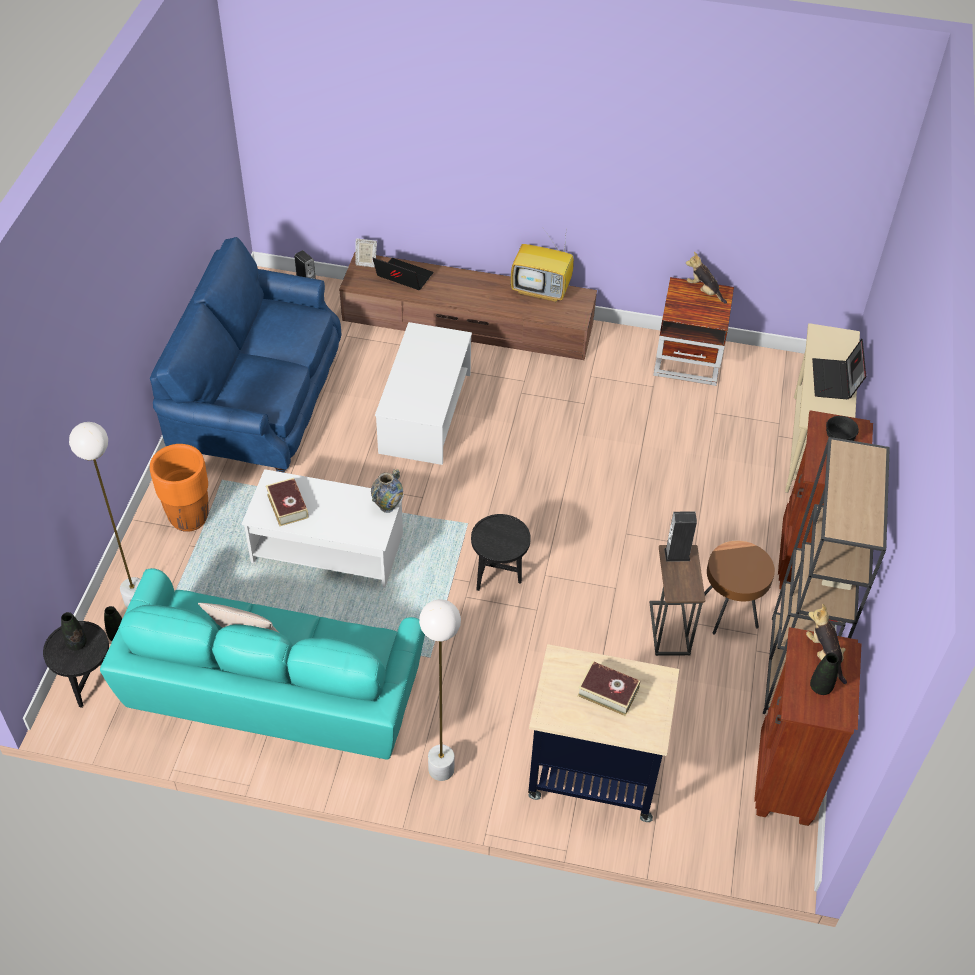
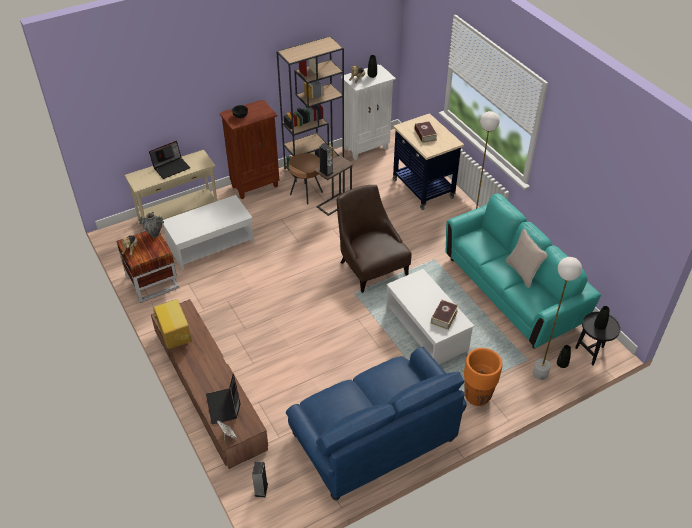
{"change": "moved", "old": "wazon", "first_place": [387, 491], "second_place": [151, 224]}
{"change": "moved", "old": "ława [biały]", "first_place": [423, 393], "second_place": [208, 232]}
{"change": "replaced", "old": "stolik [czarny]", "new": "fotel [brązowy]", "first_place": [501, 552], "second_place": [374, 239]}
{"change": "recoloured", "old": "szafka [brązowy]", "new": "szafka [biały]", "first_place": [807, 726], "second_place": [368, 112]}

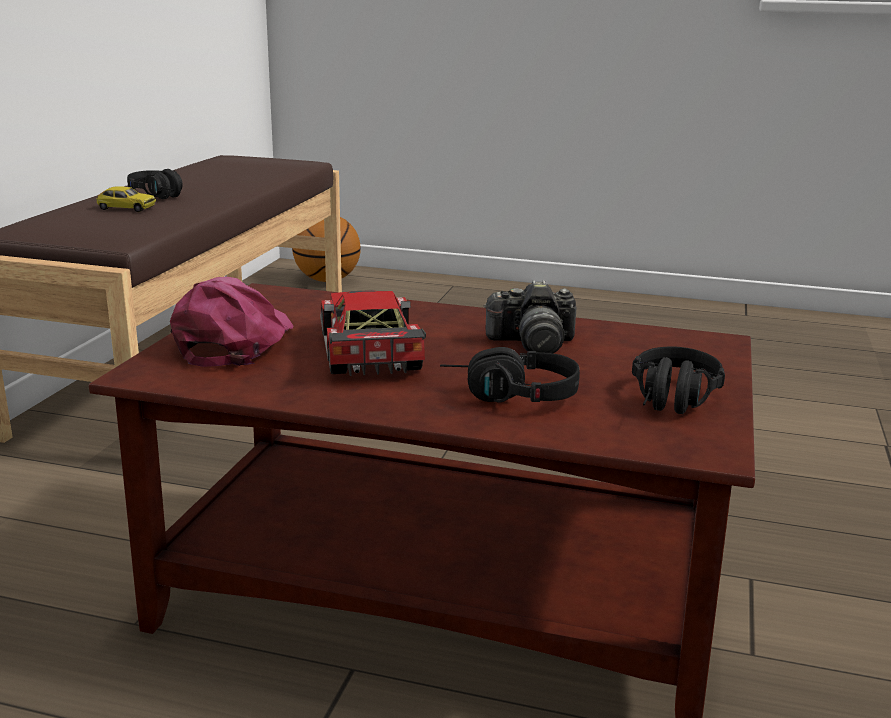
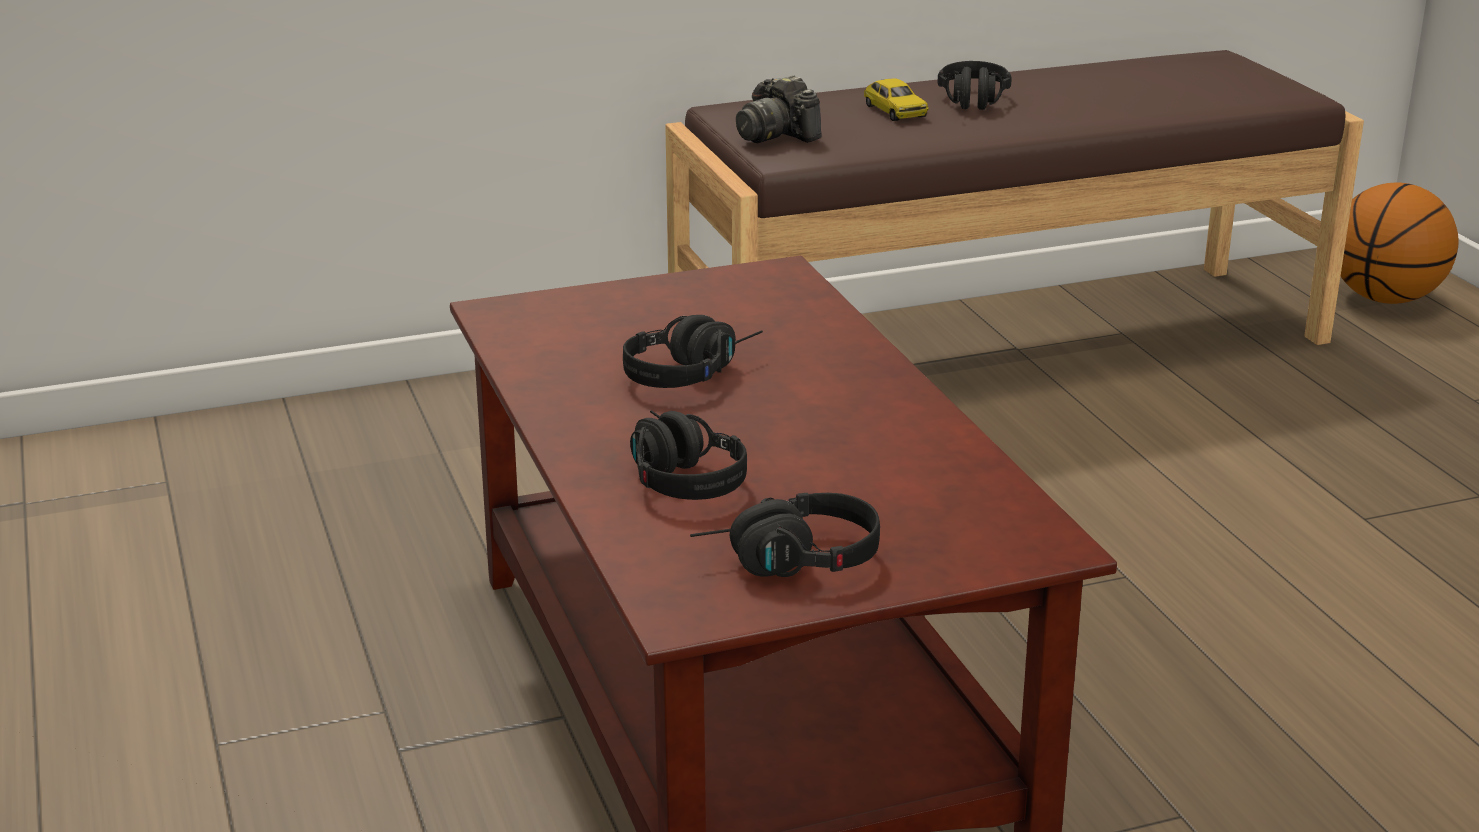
{"change": "replaced", "old": "samochodzik", "new": "słuchawki [czarny]", "first_place": [373, 333], "second_place": [693, 351]}
{"change": "moved", "old": "aparat fotograficzny", "first_place": [529, 317], "second_place": [779, 109]}
{"change": "removed", "old": "czapka z daszkiem [różowy]", "first_place": [232, 322]}

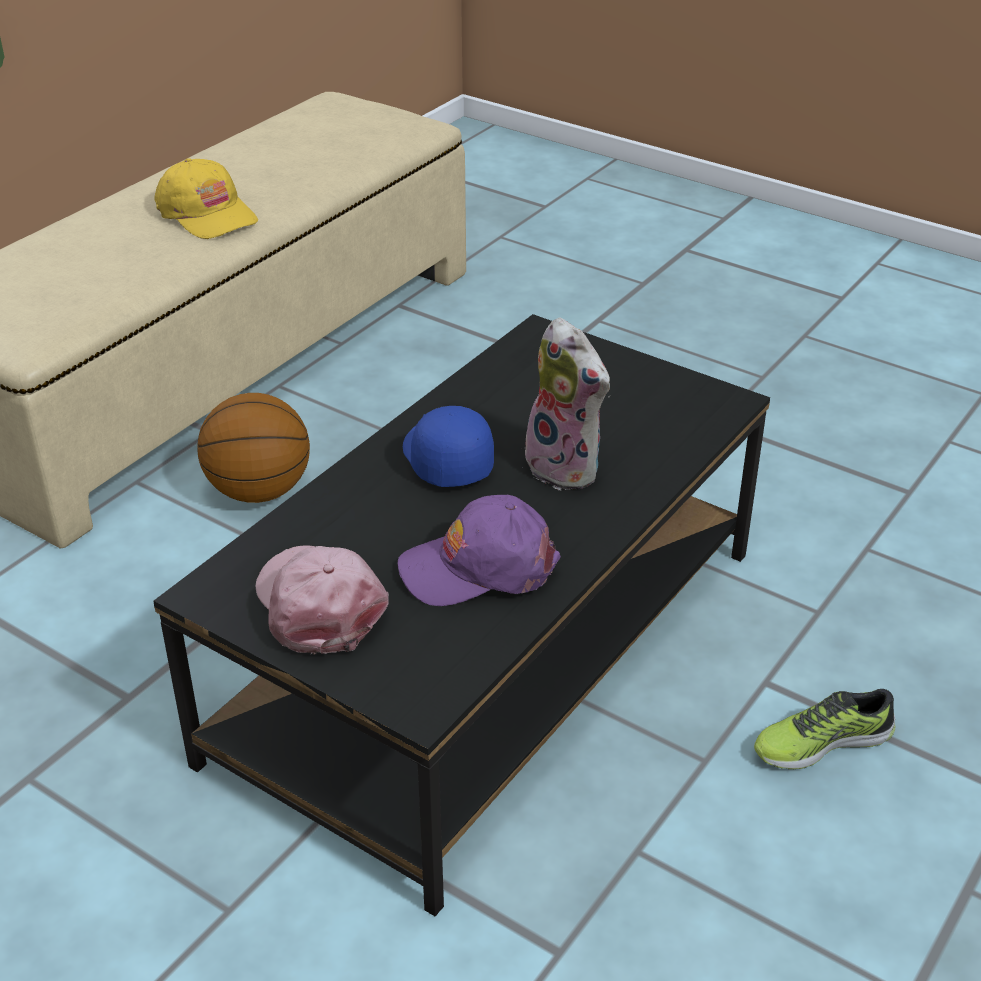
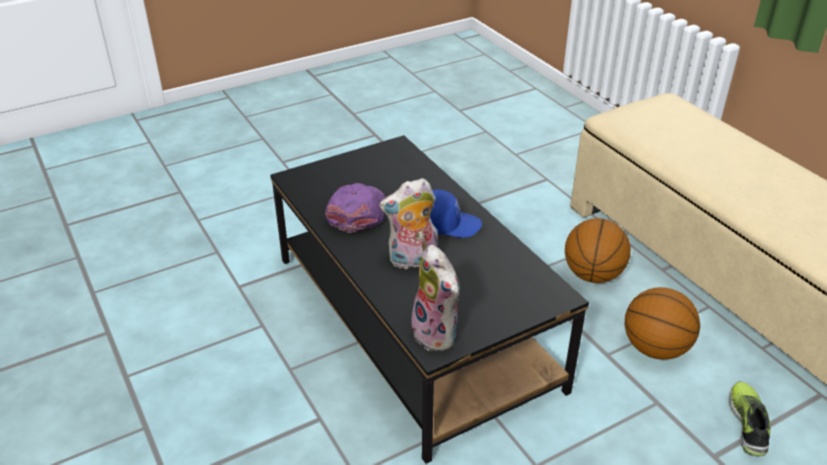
{"change": "added", "new": "pluszak", "second_place": [435, 298]}
{"change": "added", "new": "piłka do koszykówki", "second_place": [662, 323]}
{"change": "moved", "old": "but", "first_place": [824, 729], "second_place": [749, 419]}
{"change": "removed", "old": "czapka z daszkiem [żółty]", "first_place": [206, 198]}
{"change": "removed", "old": "czapka z daszkiem [różowy]", "first_place": [322, 599]}

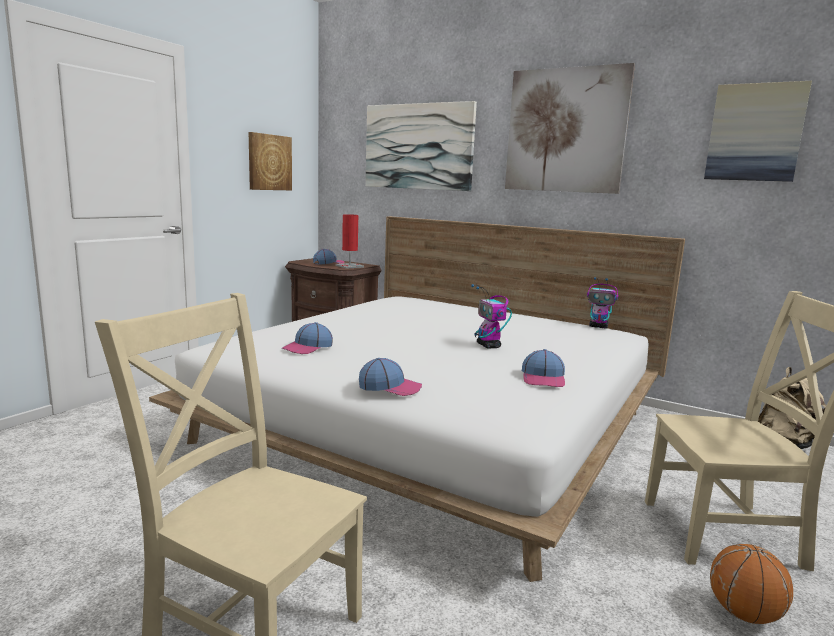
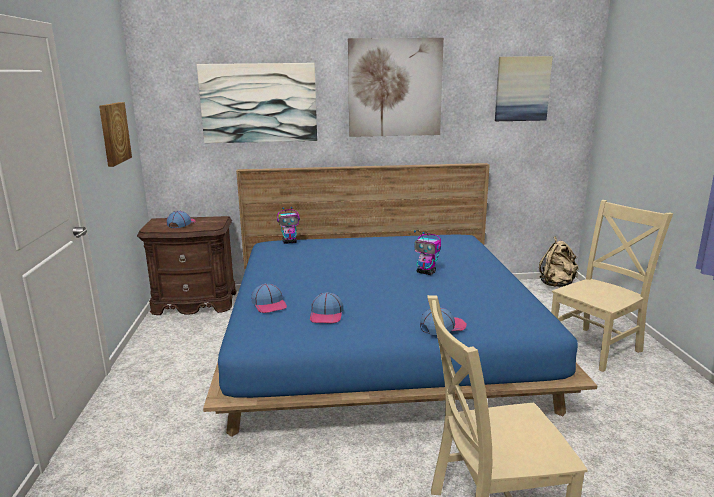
{"change": "recoloured", "old": "łóżko [biały]", "new": "łóżko [niebieski]", "first_place": [417, 399], "second_place": [400, 300]}
{"change": "moved", "old": "czapka z daszkiem", "first_place": [543, 368], "second_place": [269, 298]}
{"change": "moved", "old": "robot zabawkowy", "first_place": [602, 303], "second_place": [288, 225]}
{"change": "removed", "old": "lampa stołowa [czerwony]", "first_place": [350, 241]}
{"change": "removed", "old": "piłka do koszykówki", "first_place": [751, 584]}

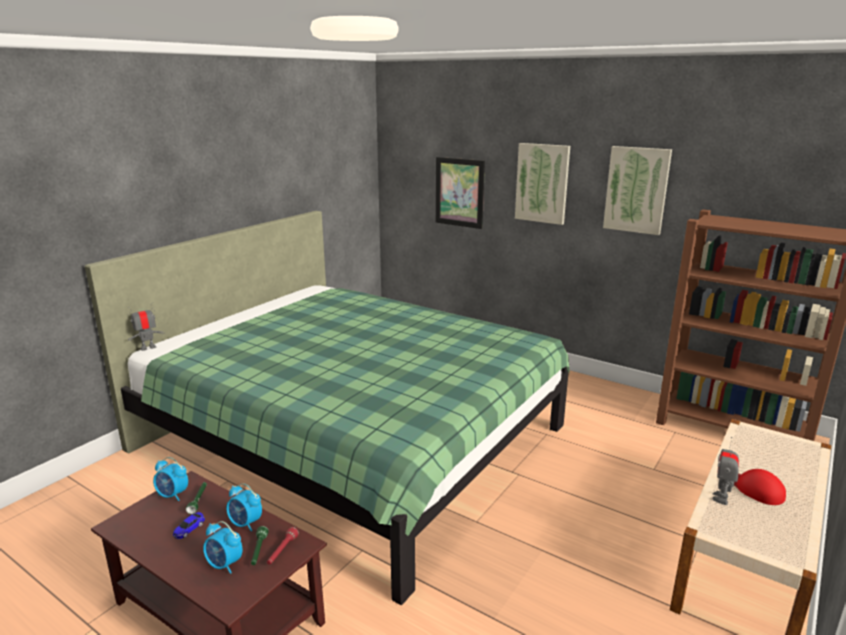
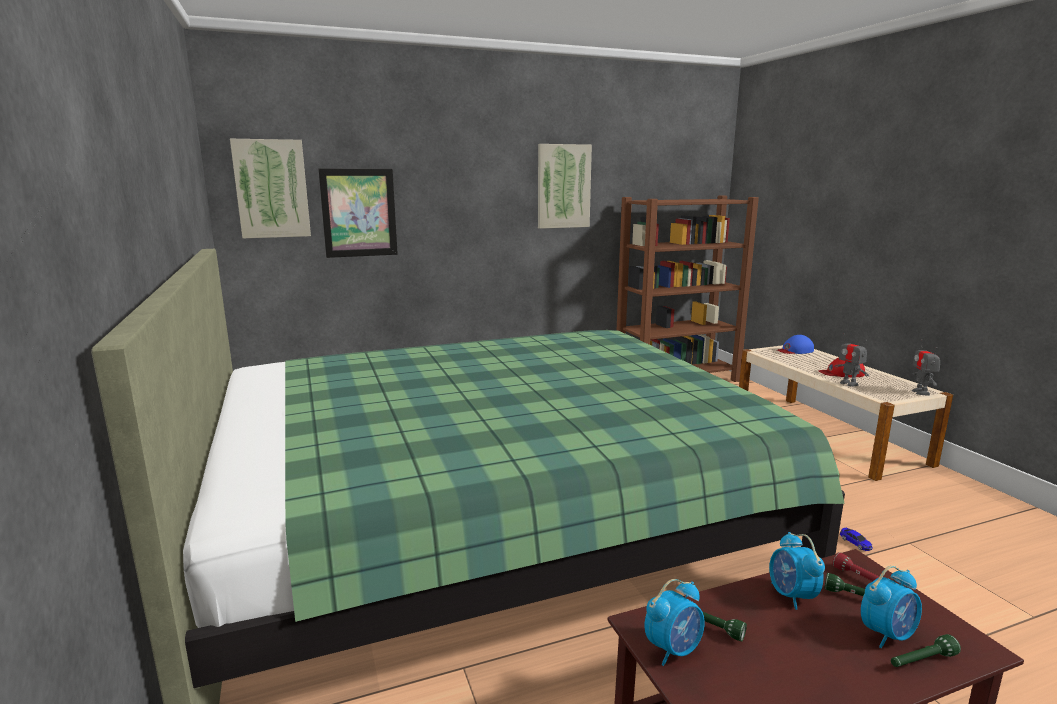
{"change": "moved", "old": "obraz", "first_place": [542, 184], "second_place": [270, 189]}
{"change": "turned", "old": "budzik", "first_place": [244, 507], "second_place": [797, 571], "degrees": 105}
{"change": "added", "new": "czapka z daszkiem [niebieski]", "second_place": [795, 344]}
{"change": "moved", "old": "samochodzik", "first_place": [189, 525], "second_place": [856, 539]}
{"change": "added", "new": "latarka [zielony]", "second_place": [926, 650]}
{"change": "moved", "old": "robot zabawkowy", "first_place": [146, 326], "second_place": [926, 367]}

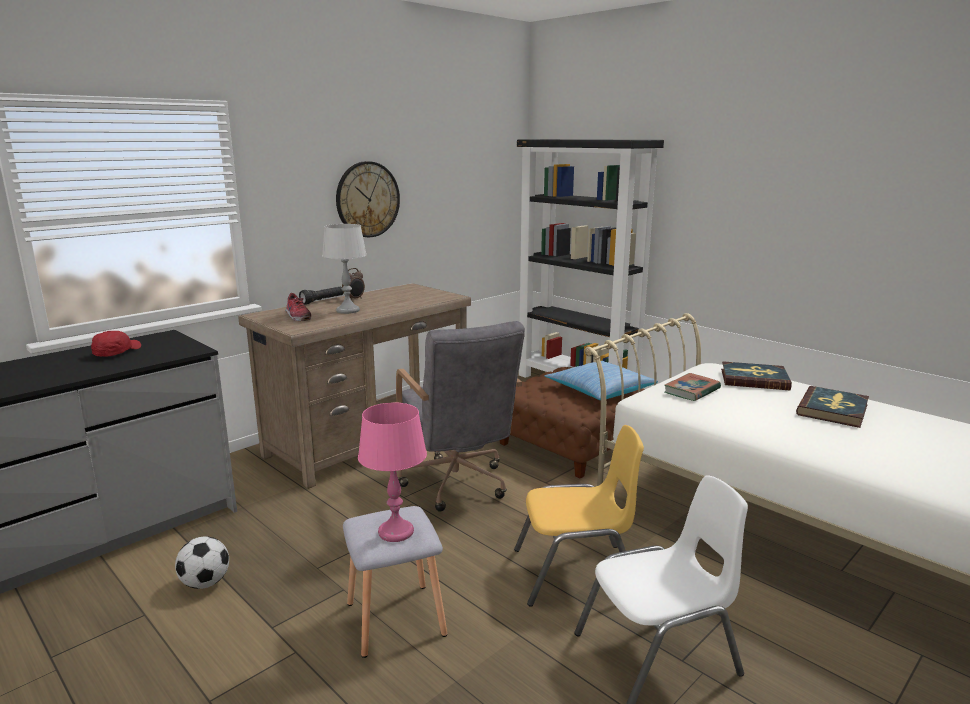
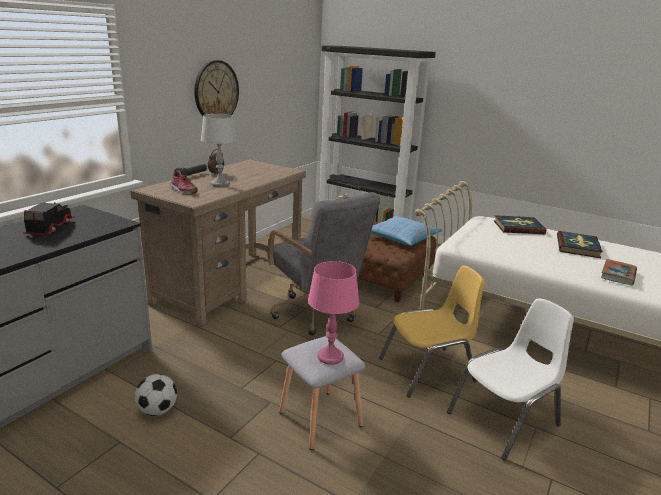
{"change": "replaced", "old": "czapka z daszkiem [czerwony]", "new": "ciężarówka zabawkowa", "first_place": [116, 343], "second_place": [49, 218]}
{"change": "moved", "old": "książka", "first_place": [692, 387], "second_place": [619, 272]}

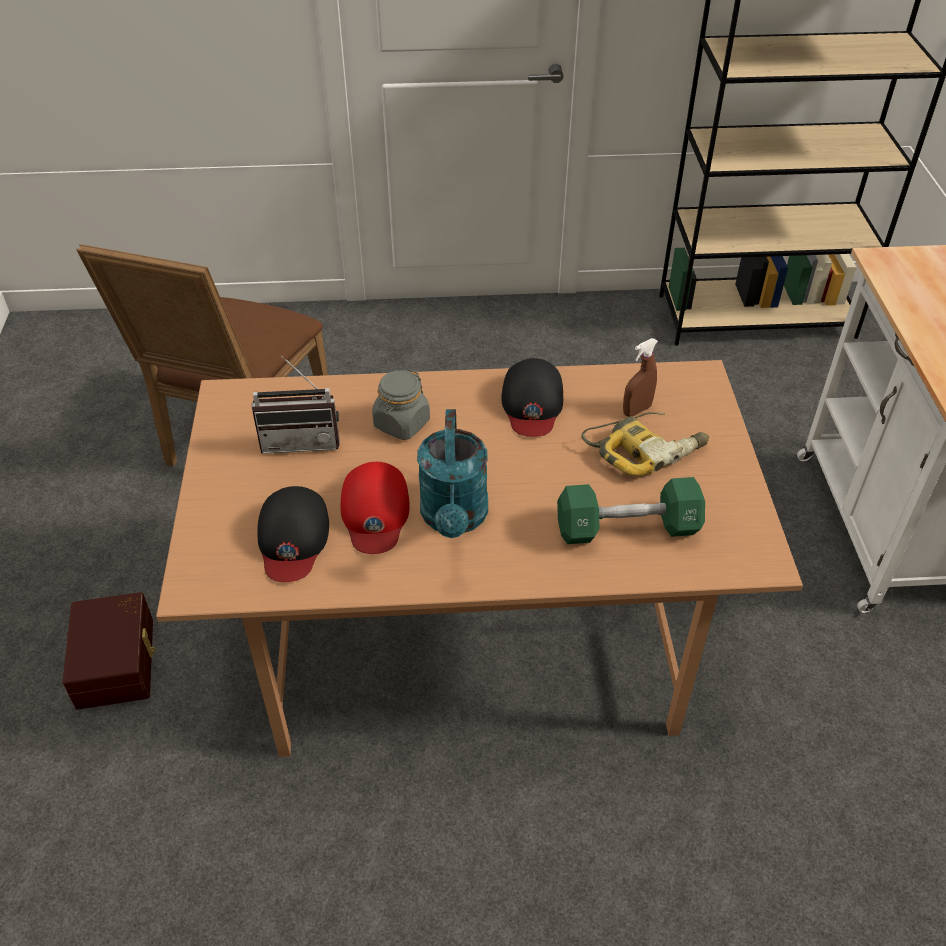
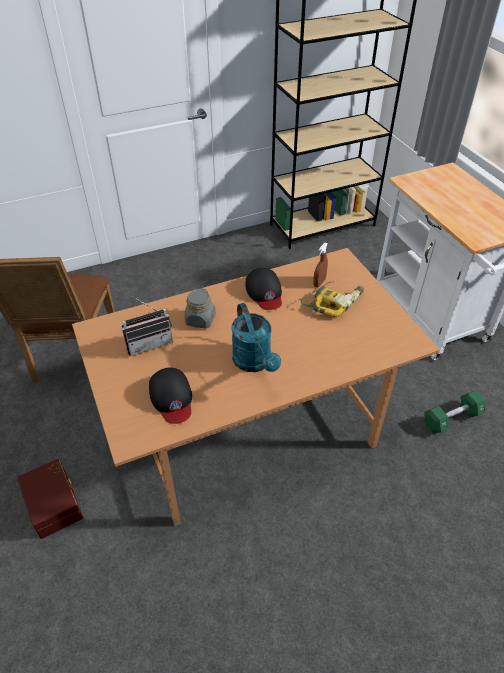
{"change": "moved", "old": "hantel [zielony]", "first_place": [631, 510], "second_place": [455, 412]}
{"change": "removed", "old": "czapka z daszkiem [czerwony]", "first_place": [375, 508]}

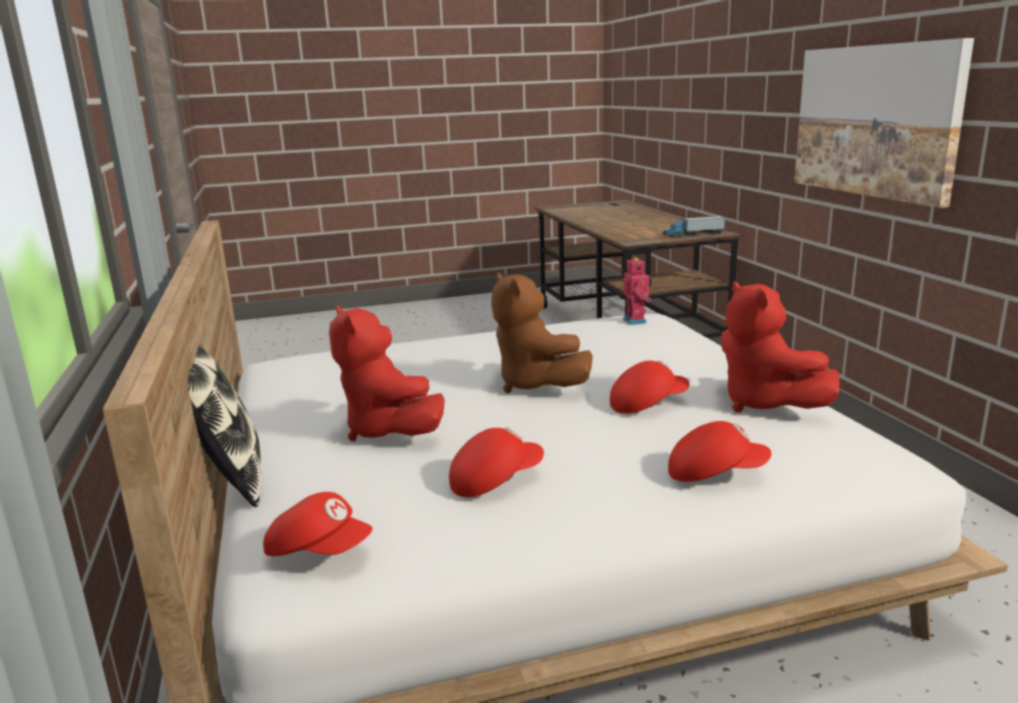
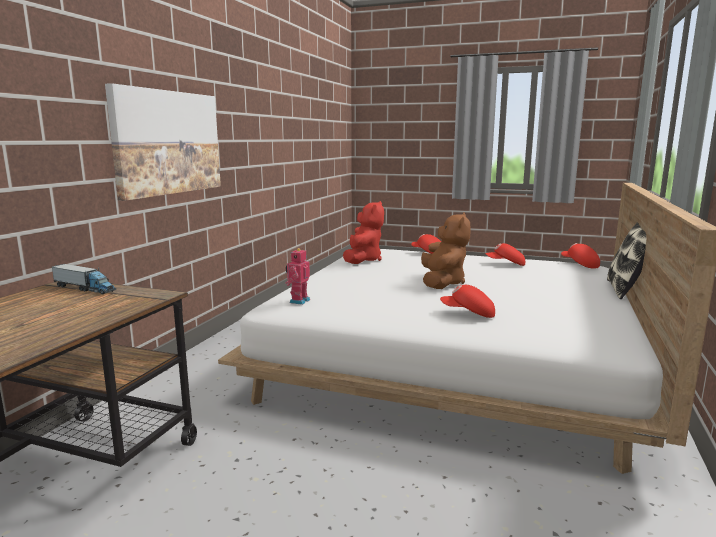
{"change": "moved", "old": "czapka z daszkiem [czerwony]", "first_place": [649, 387], "second_place": [467, 301]}
{"change": "removed", "old": "pluszak [czerwony]", "first_place": [387, 373]}

